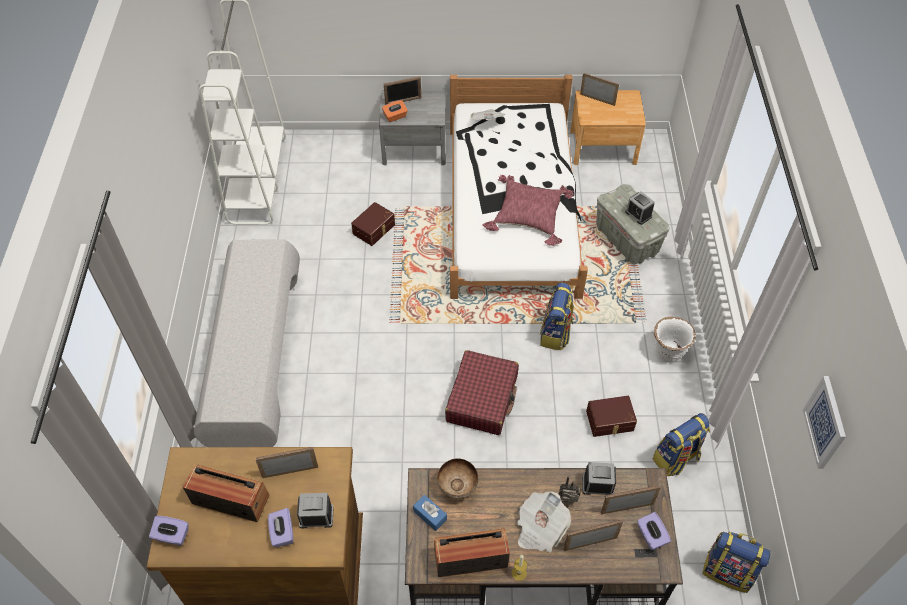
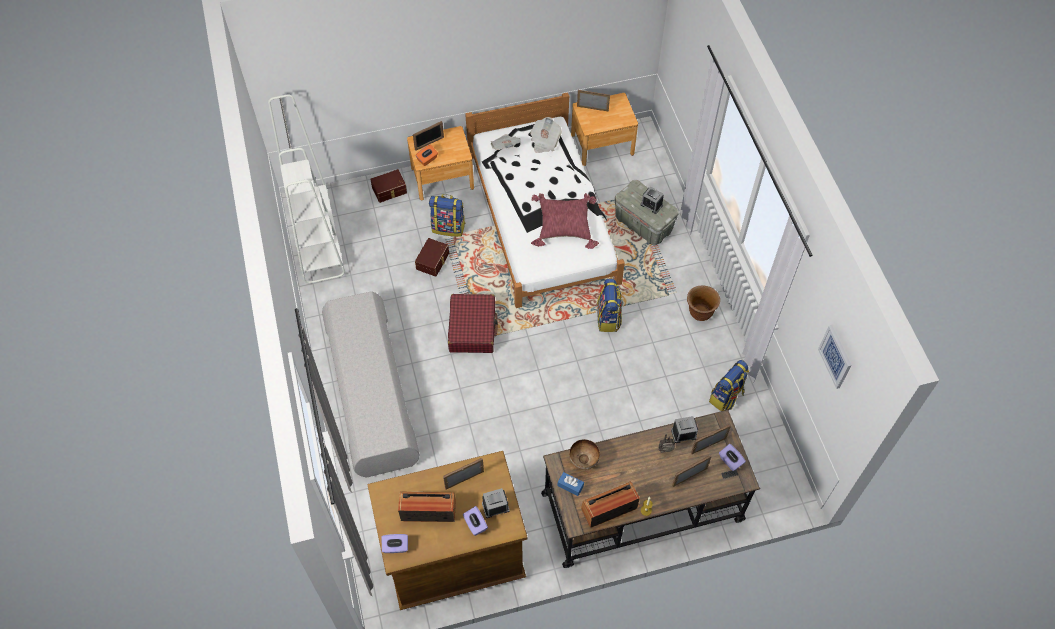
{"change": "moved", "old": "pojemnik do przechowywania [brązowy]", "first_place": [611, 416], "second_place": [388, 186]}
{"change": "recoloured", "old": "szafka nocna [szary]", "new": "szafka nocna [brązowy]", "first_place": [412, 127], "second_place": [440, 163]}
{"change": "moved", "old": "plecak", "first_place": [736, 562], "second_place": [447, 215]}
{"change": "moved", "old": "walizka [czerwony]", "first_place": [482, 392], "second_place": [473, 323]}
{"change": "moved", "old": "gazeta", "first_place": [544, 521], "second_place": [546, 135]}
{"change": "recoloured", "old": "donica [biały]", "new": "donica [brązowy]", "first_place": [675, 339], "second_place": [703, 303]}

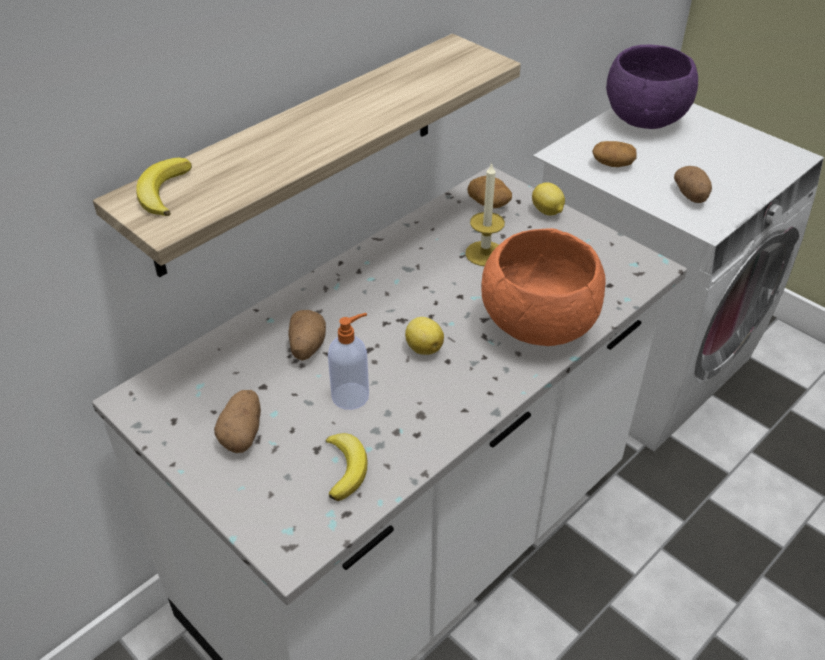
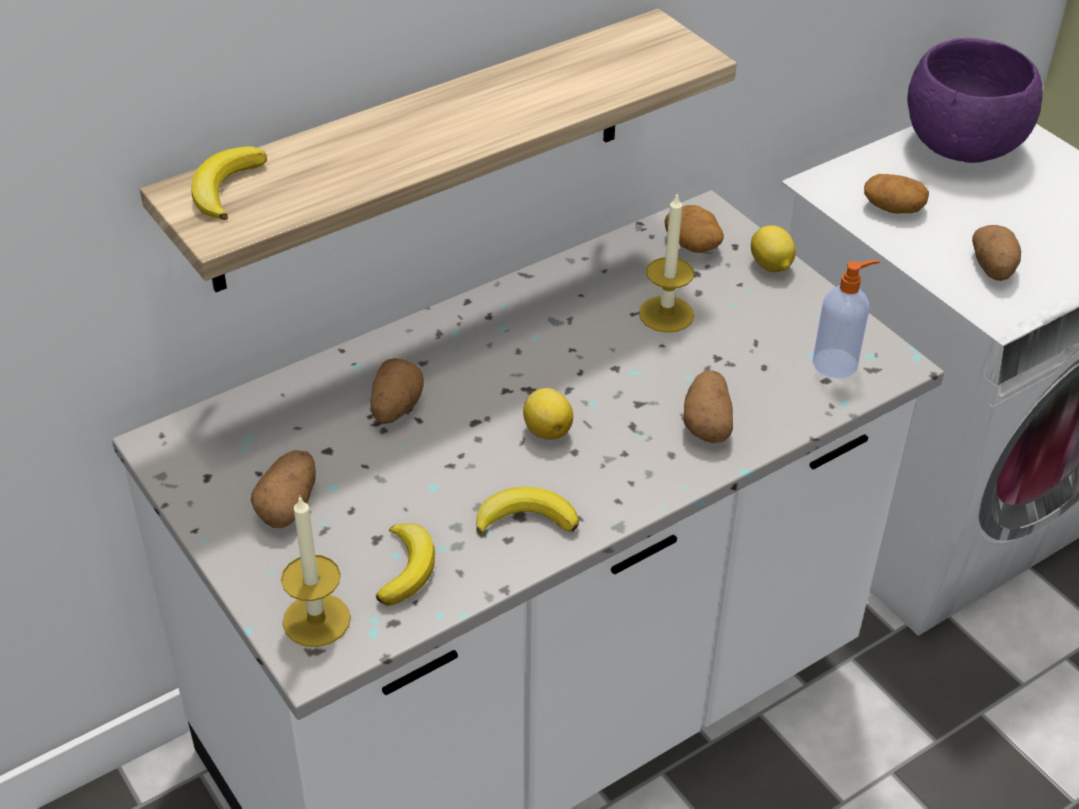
{"change": "added", "new": "świeca", "second_place": [316, 571]}
{"change": "added", "new": "banan", "second_place": [527, 511]}
{"change": "replaced", "old": "miska [pomarańczowy]", "new": "ziemniak", "first_place": [543, 287], "second_place": [708, 406]}
{"change": "moved", "old": "dozownik mydła", "first_place": [348, 361], "second_place": [846, 319]}

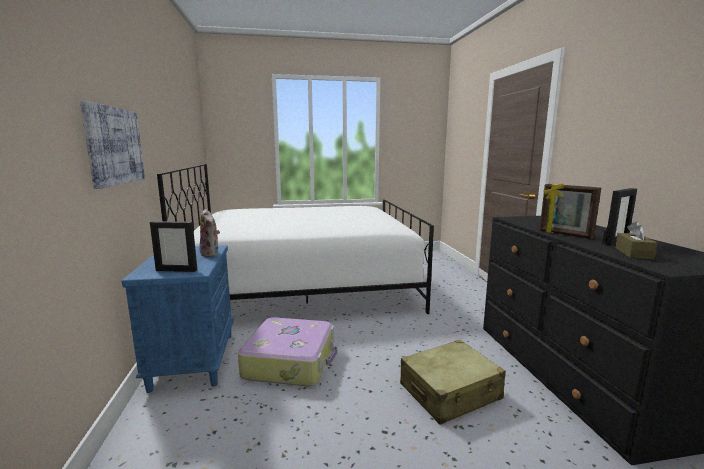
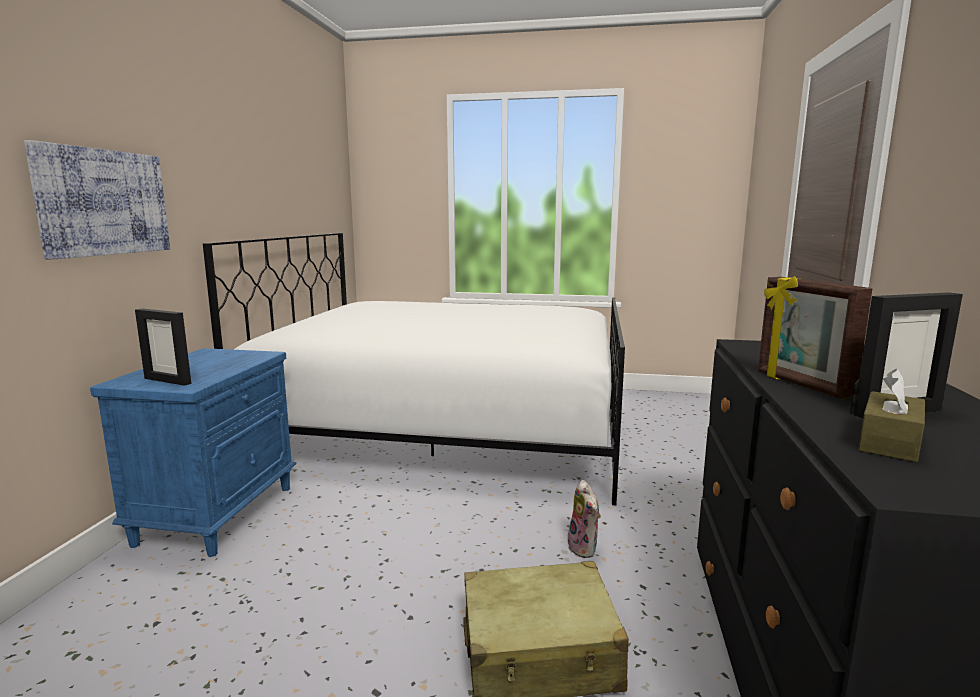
{"change": "moved", "old": "pluszak", "first_place": [209, 233], "second_place": [584, 519]}
{"change": "removed", "old": "walizka", "first_place": [287, 351]}

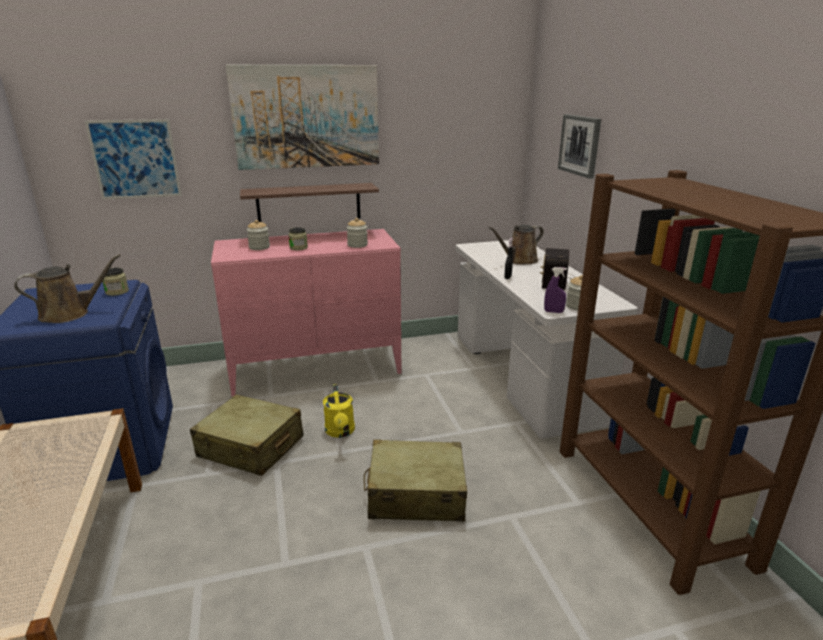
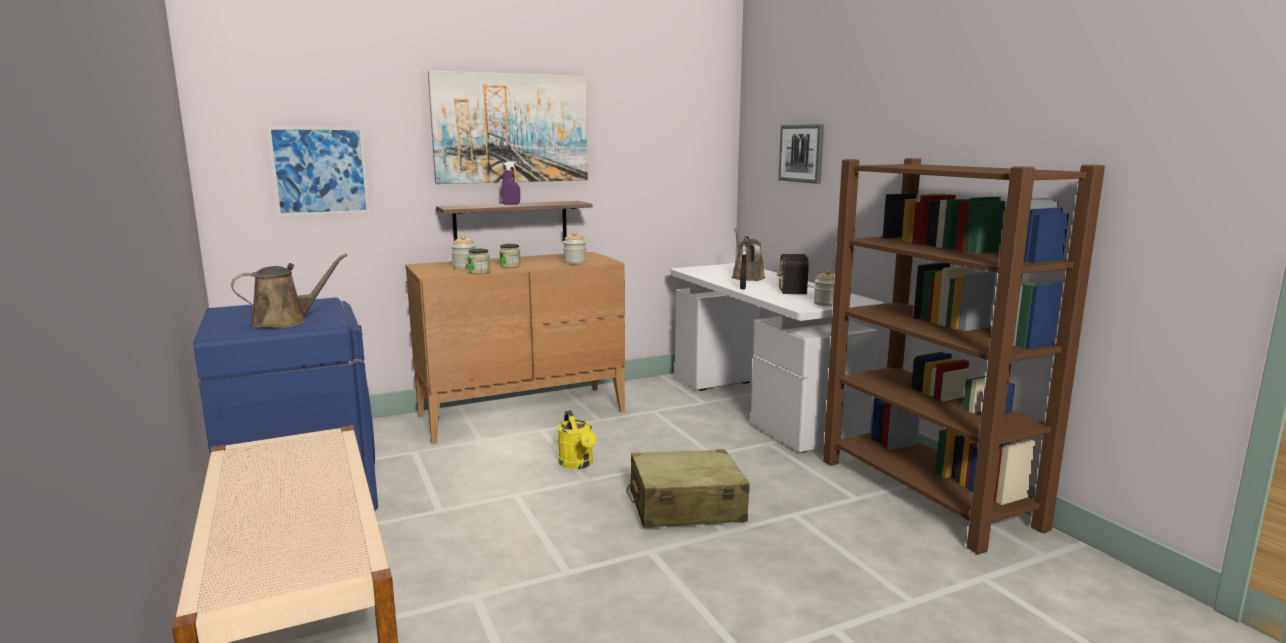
{"change": "recoloured", "old": "szafka [różowy]", "new": "szafka [brązowy]", "first_place": [306, 312], "second_place": [515, 348]}
{"change": "moved", "old": "słoik", "first_place": [116, 282], "second_place": [479, 261]}
{"change": "moved", "old": "spryskiwacz [fioletowy]", "first_place": [555, 290], "second_place": [511, 183]}
{"change": "turned", "old": "konewka [brązowy]", "first_place": [516, 245], "second_place": [748, 255], "degrees": 120}
{"change": "removed", "old": "walizka [beżowy]", "first_place": [247, 435]}

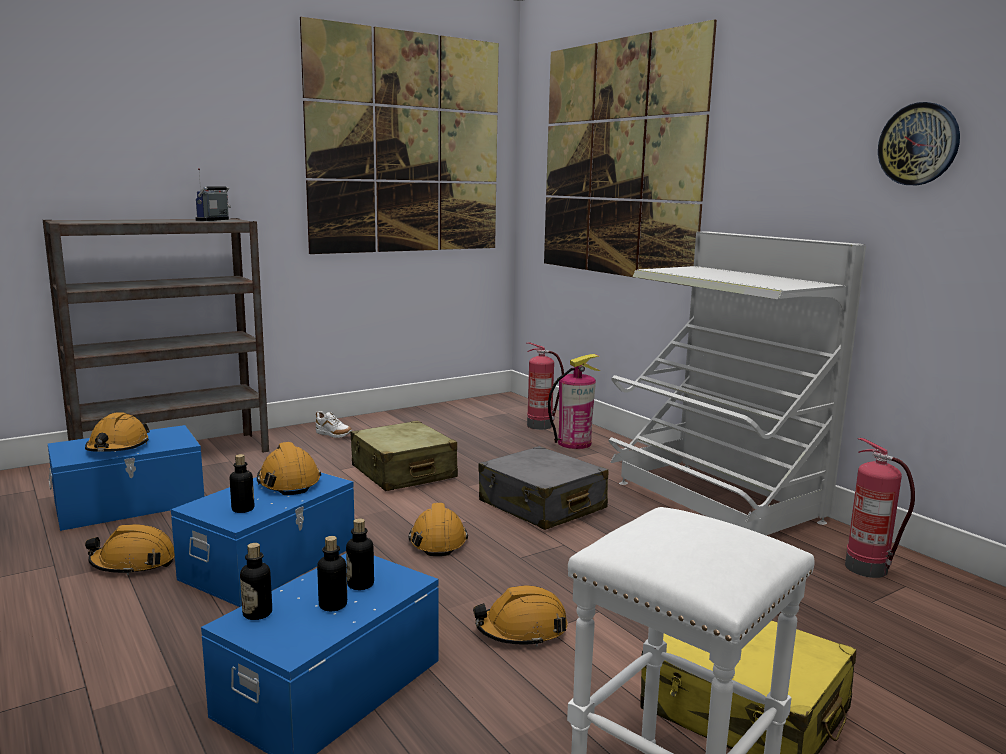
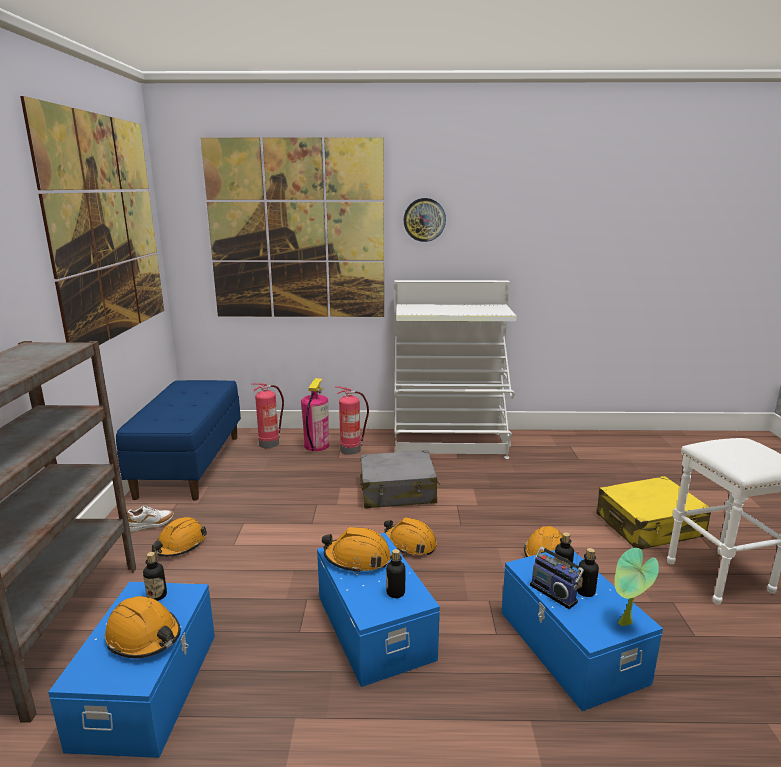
{"change": "added", "new": "ławka [niebieski]", "second_place": [178, 440]}
{"change": "moved", "old": "butelka", "first_place": [256, 581], "second_place": [155, 576]}
{"change": "moved", "old": "kask [pomarańczowy]", "first_place": [130, 550], "second_place": [179, 537]}
{"change": "moved", "old": "gaśnica", "first_place": [880, 508], "second_place": [352, 420]}
{"change": "moved", "old": "zegar ścienny", "first_place": [919, 143], "second_place": [425, 220]}
{"change": "moved", "old": "radio", "first_place": [213, 194], "second_place": [557, 577]}
{"change": "added", "new": "roślina doniczkowa", "second_place": [636, 587]}
{"change": "removed", "old": "walizka [beżowy]", "first_place": [404, 456]}

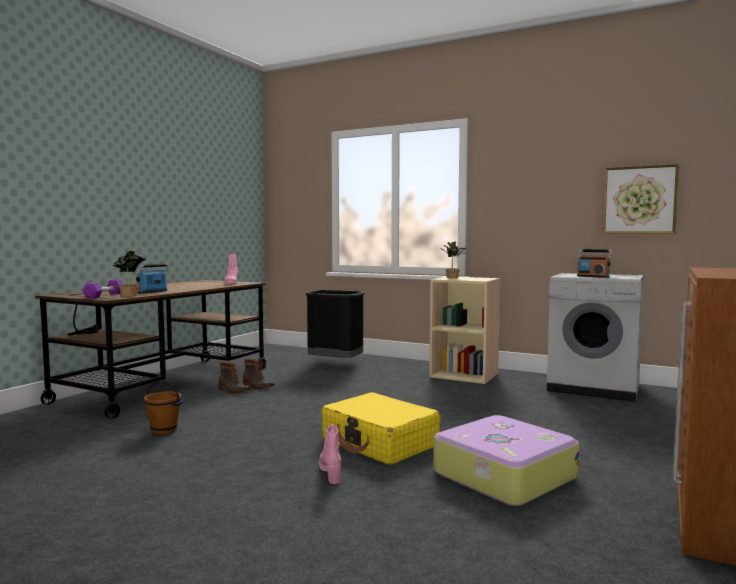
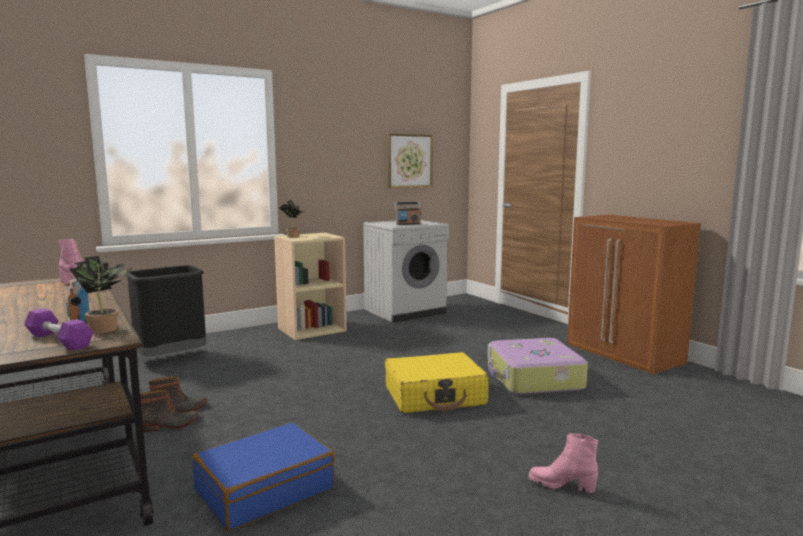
{"change": "replaced", "old": "wiadro [brązowy]", "new": "walizka [niebieski]", "first_place": [163, 408], "second_place": [263, 476]}
{"change": "moved", "old": "but z cholewką [różowy]", "first_place": [330, 454], "second_place": [563, 463]}

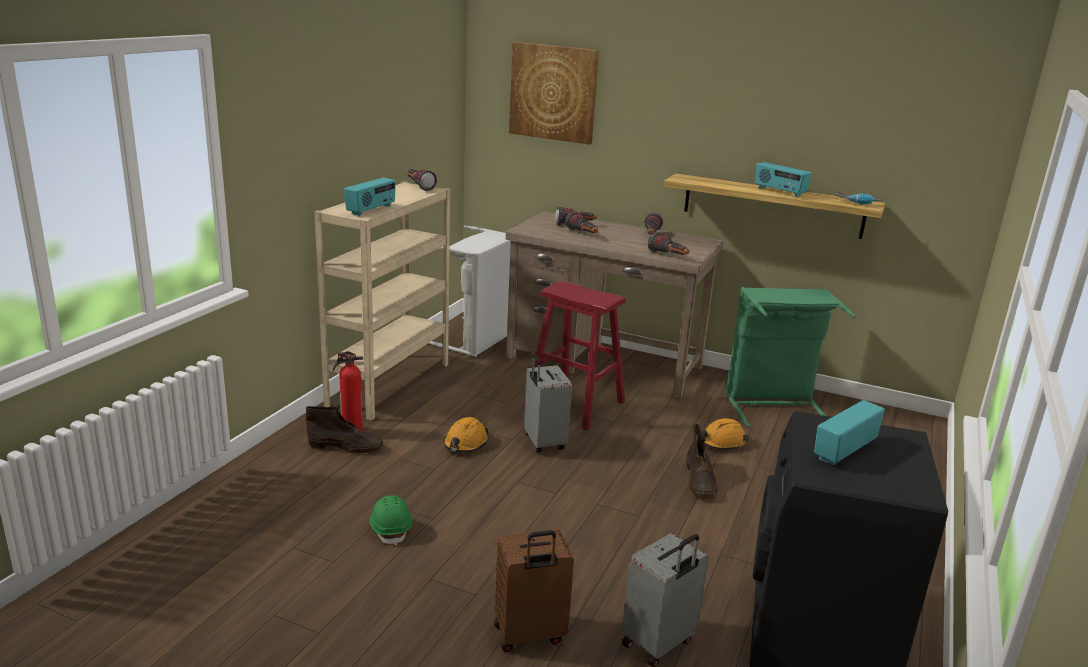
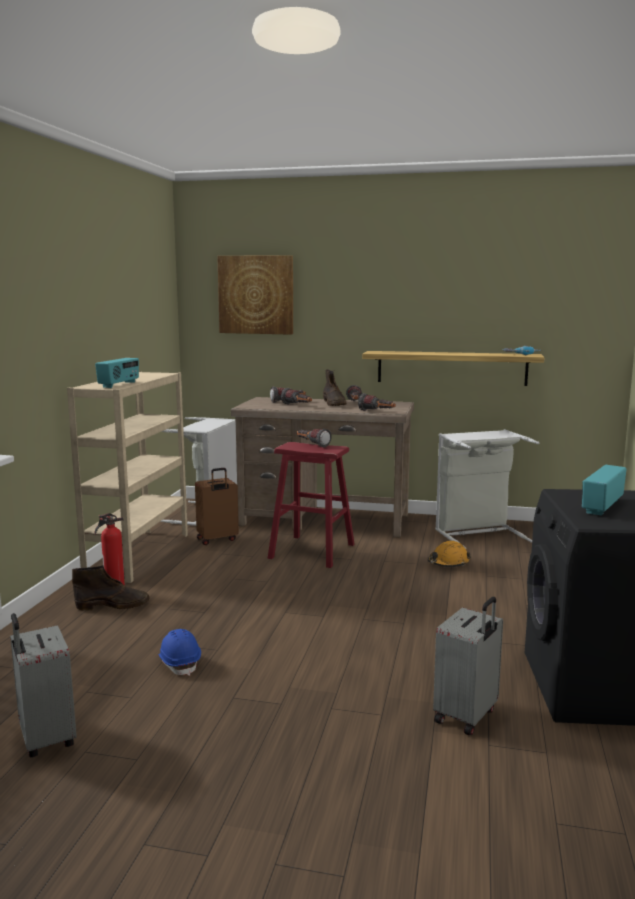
{"change": "moved", "old": "walizka [szary]", "first_place": [548, 402], "second_place": [43, 685]}
{"change": "recoloured", "old": "kask [zielony]", "new": "kask [niebieski]", "first_place": [391, 520], "second_place": [179, 652]}
{"change": "moved", "old": "walizka [brązowy]", "first_place": [534, 590], "second_place": [217, 506]}
{"change": "moved", "old": "latarka", "first_place": [422, 180], "second_place": [314, 438]}
{"change": "moved", "old": "but z cholewką [brązowy]", "first_place": [702, 461], "second_place": [335, 388]}
{"change": "recoloured", "old": "kosz na pranie [zielony]", "new": "kosz na pranie [szary]", "first_place": [790, 357], "second_place": [487, 488]}
{"change": "removed", "old": "kask [pomarańczowy]", "first_place": [466, 434]}
{"change": "removed", "old": "radio", "first_place": [783, 179]}

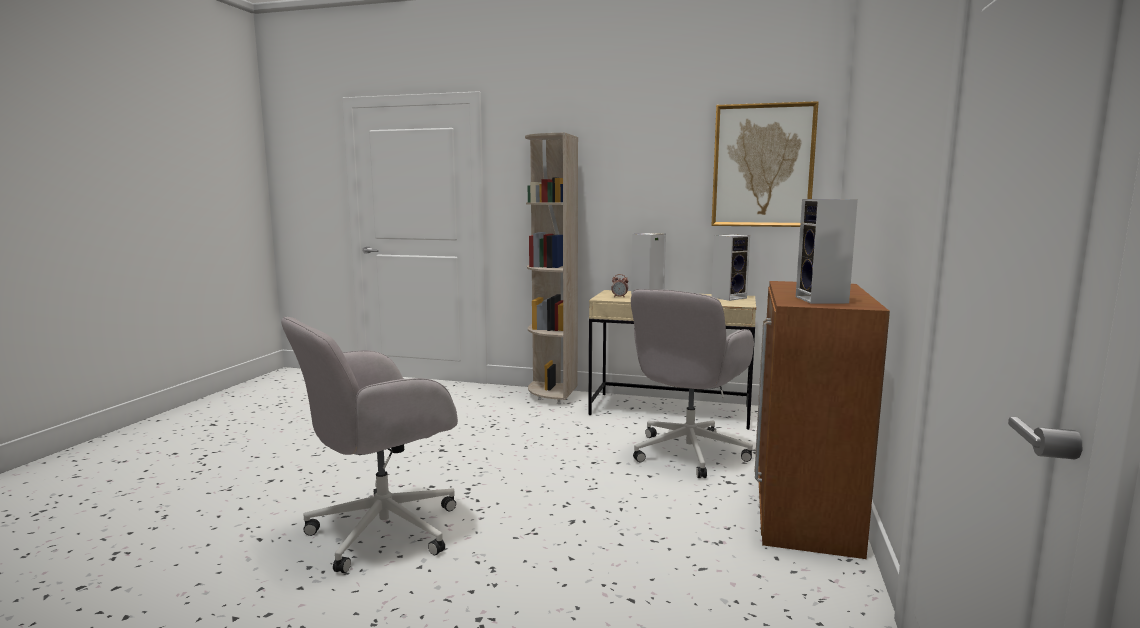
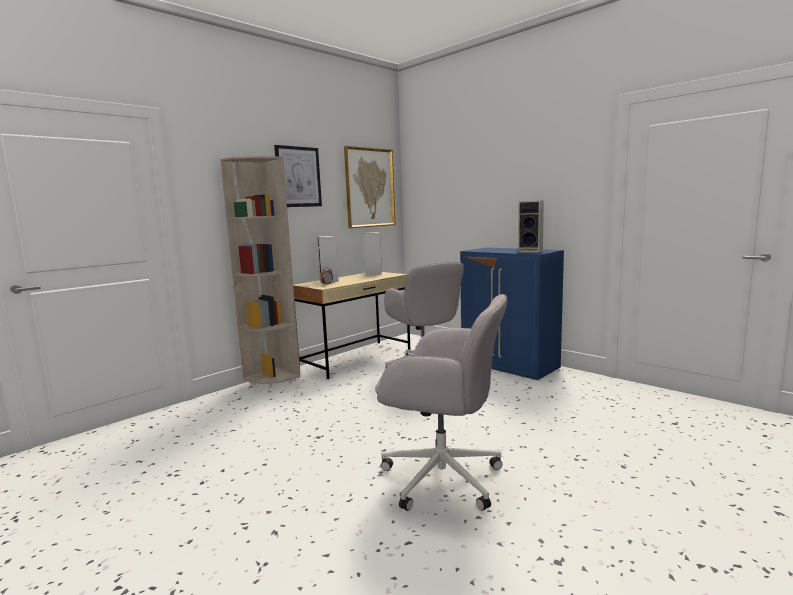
{"change": "added", "new": "obraz", "second_place": [298, 176]}
{"change": "turned", "old": "krzesło biurowe [szary]", "first_place": [369, 445], "second_place": [441, 402], "degrees": -60}
{"change": "recoloured", "old": "szafka [brązowy]", "new": "szafka [niebieski]", "first_place": [822, 420], "second_place": [512, 313]}

